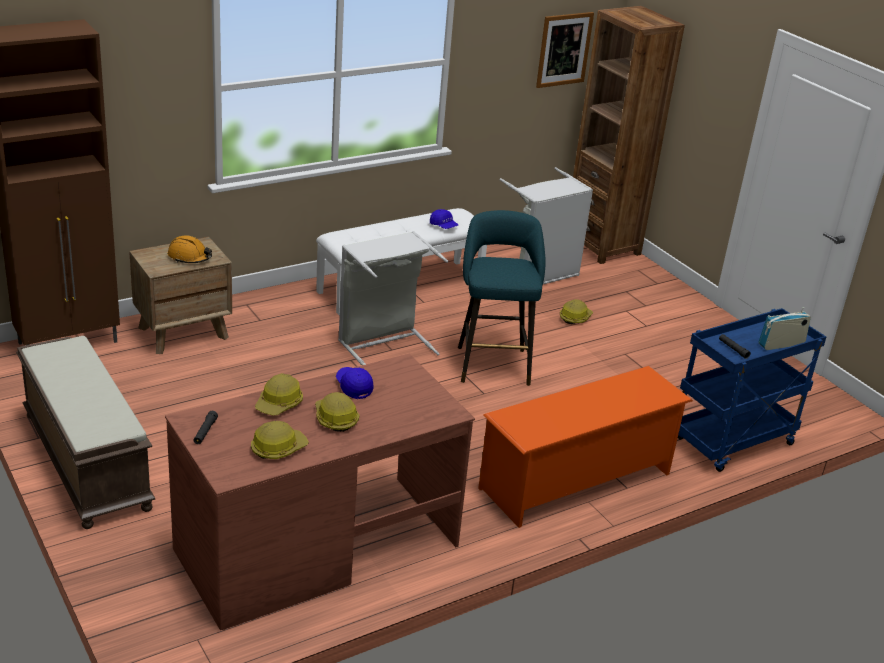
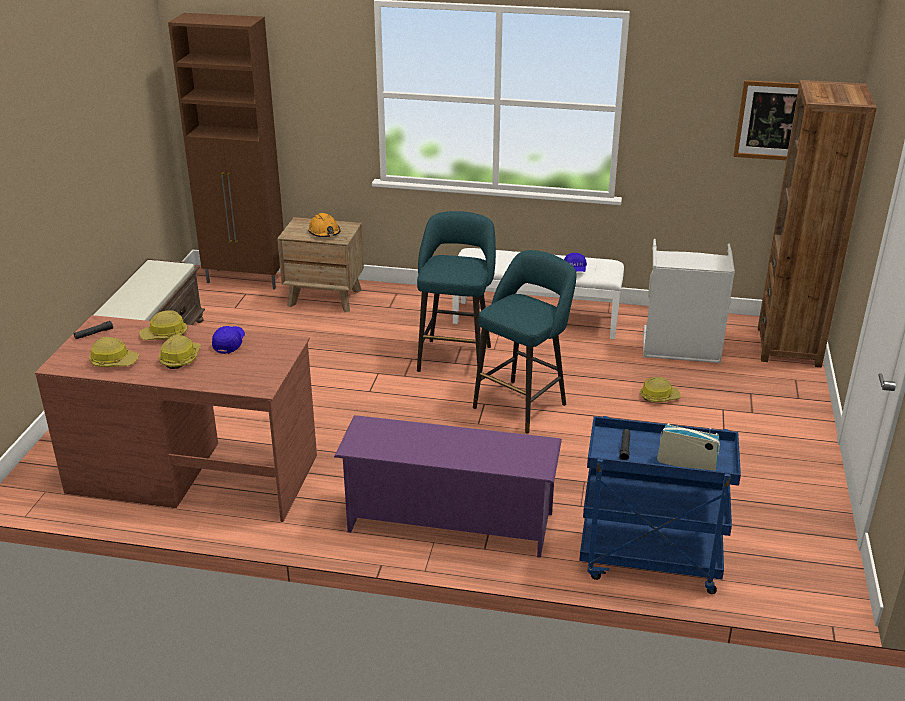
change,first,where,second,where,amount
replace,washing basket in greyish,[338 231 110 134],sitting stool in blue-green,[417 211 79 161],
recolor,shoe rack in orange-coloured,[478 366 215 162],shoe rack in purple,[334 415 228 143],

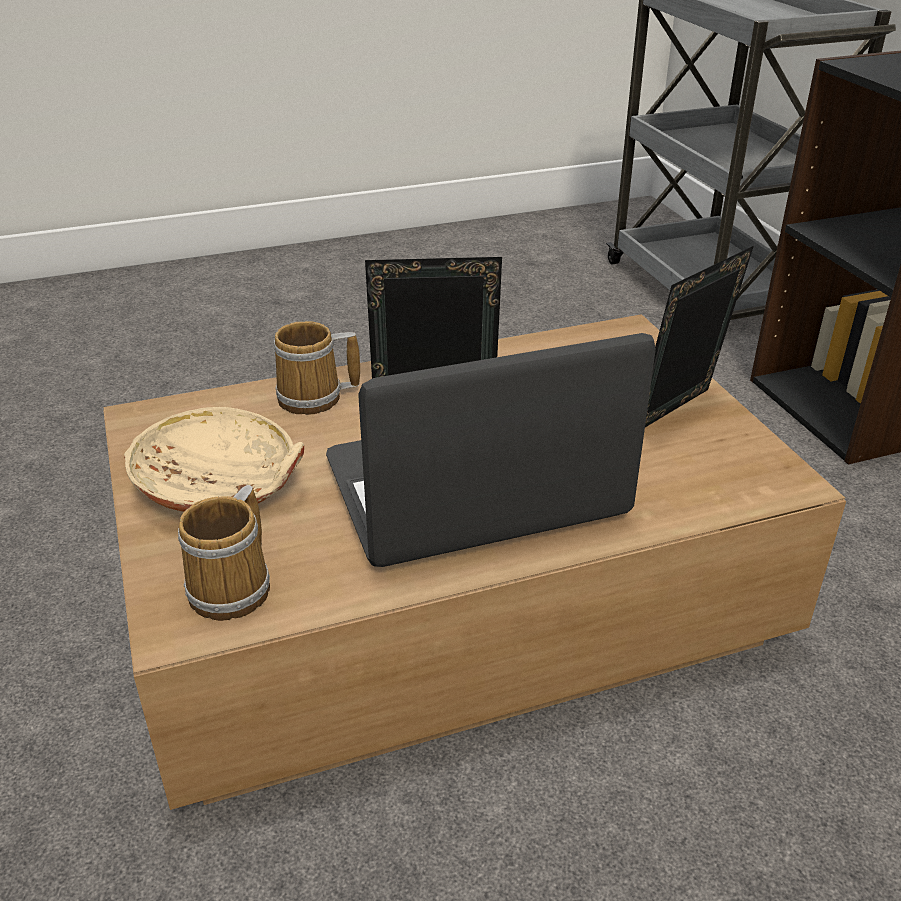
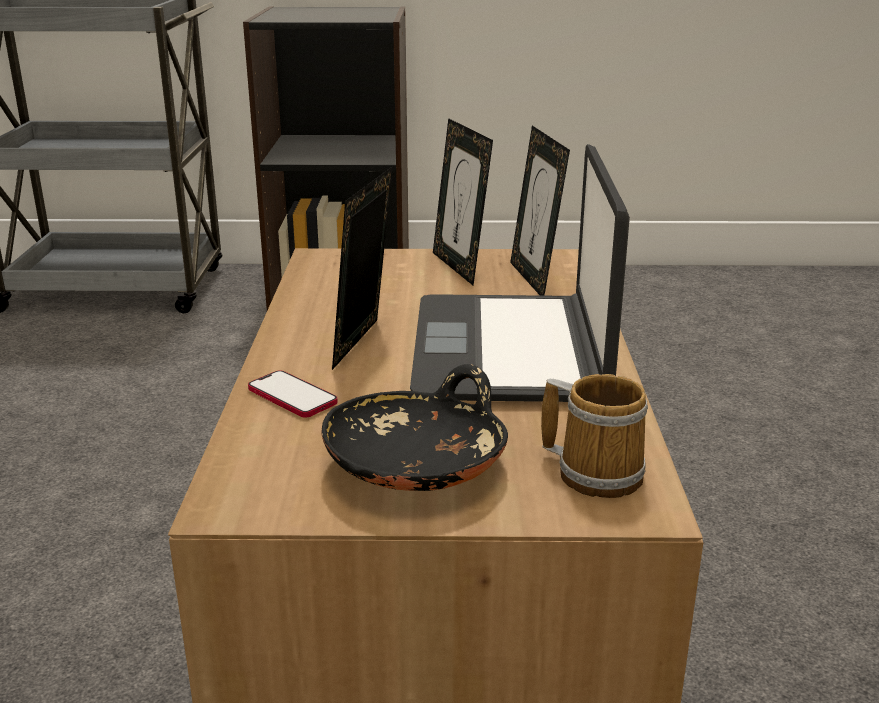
change,first,where,second,where,amount
recolor,bowl in beige,[124 407 180 105],bowl in black-coloured,[321 364 187 127],
replace,coffee mug,[274 321 86 94],phone,[248 370 90 48],
insert,,,picture frame,[510 126 60 170],

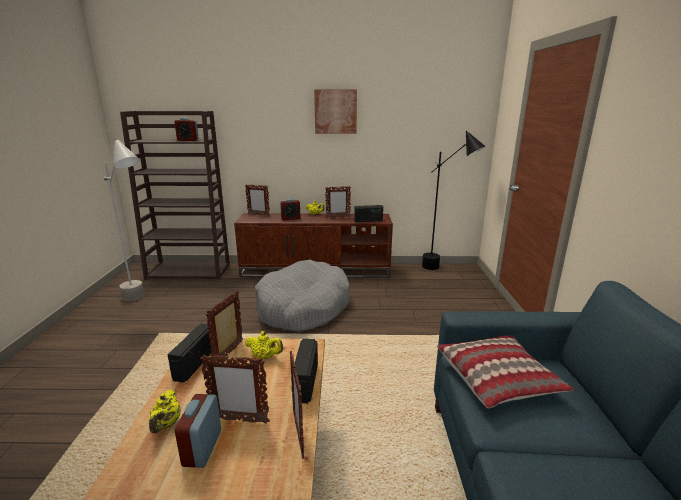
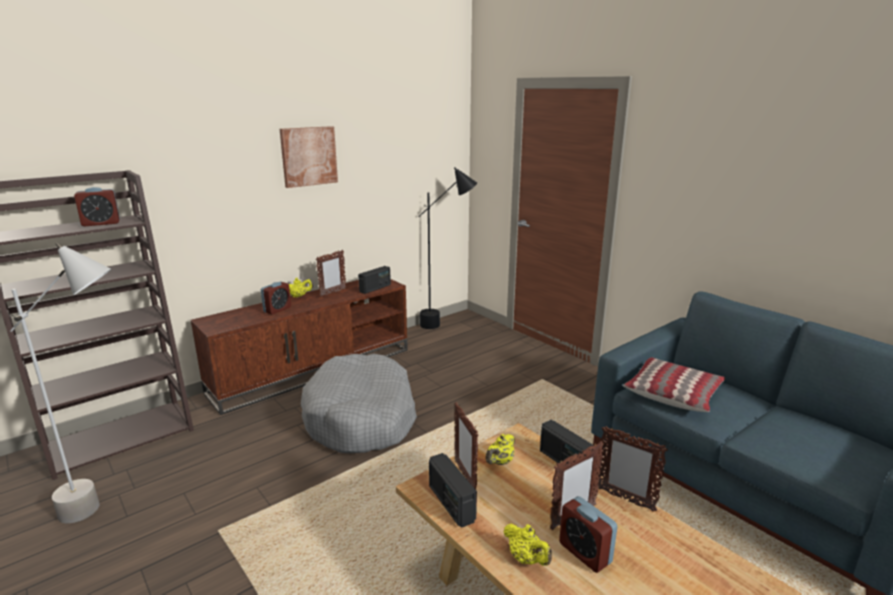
change,first,where,second,where,amount
delete,picture frame,[245 184 25 32],,,
rotate,tea pot in yellow,[245 331 38 28],,[485 434 30 31],150 degrees clockwise

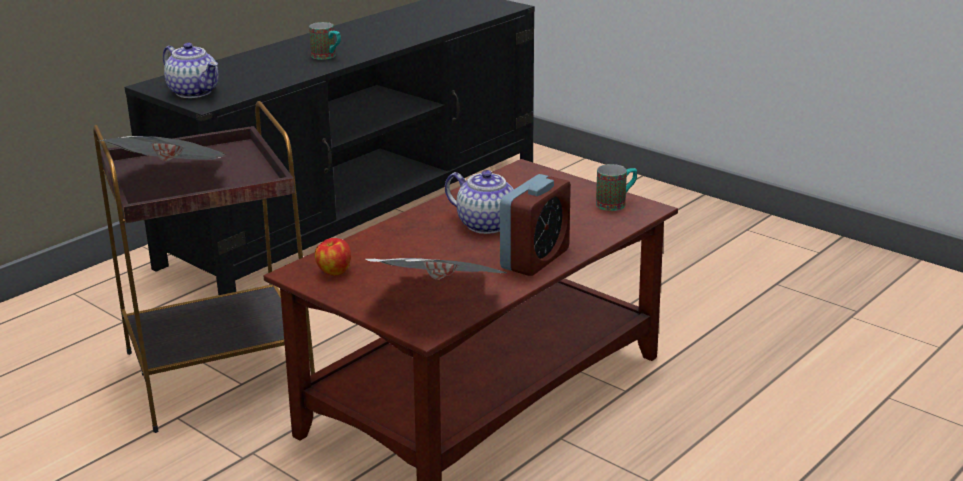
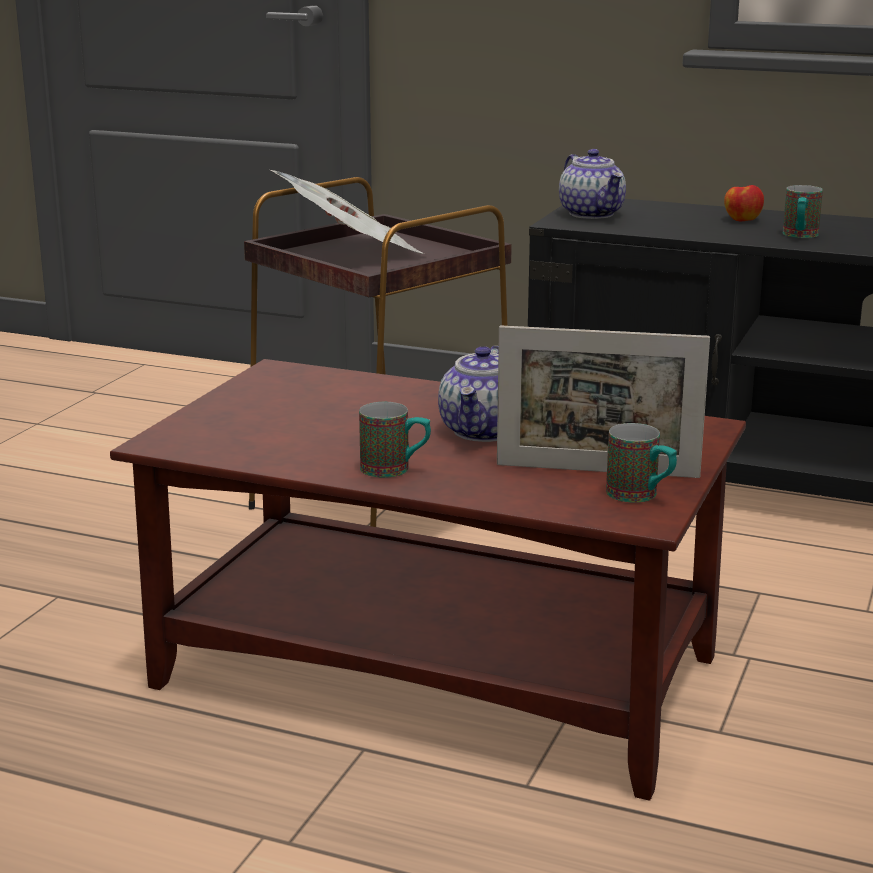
change,first,where,second,where,amount
rotate,tea pot,[163 42 56 56],,[559 149 67 70],45 degrees counterclockwise
move,apple,[315 238 36 38],,[724 185 40 36],
delete,printed paper,[365 258 142 22],,,
replace,alarm clock,[500 174 71 102],coffee mug,[359 402 72 76],
insert,,,picture frame,[497 325 213 153],

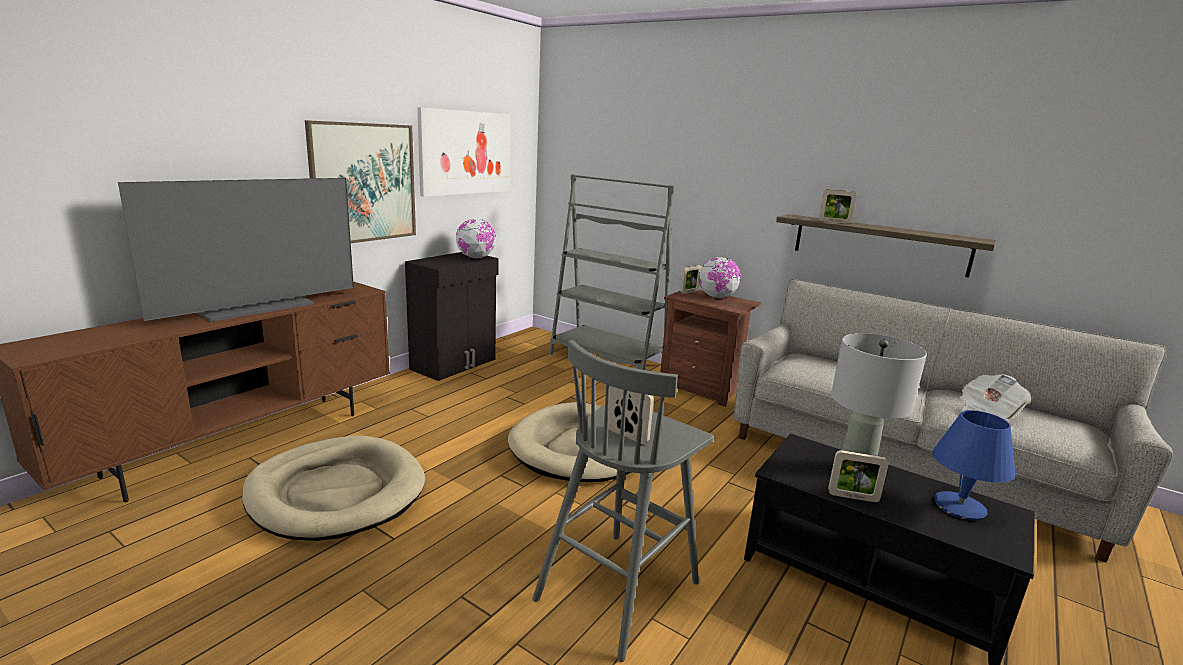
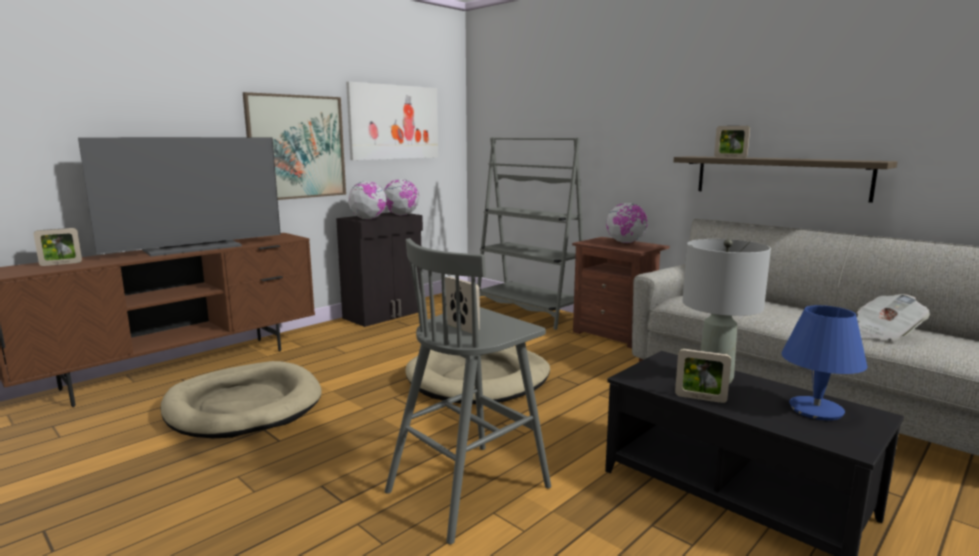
change,first,where,second,where,amount
move,picture frame,[680 265 22 29],,[34 228 48 38],
insert,,,globe,[348 181 38 38],

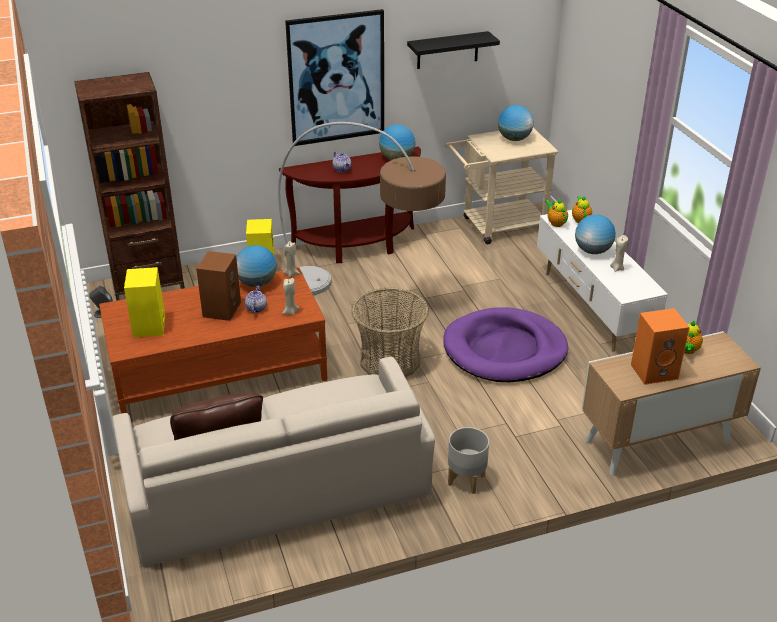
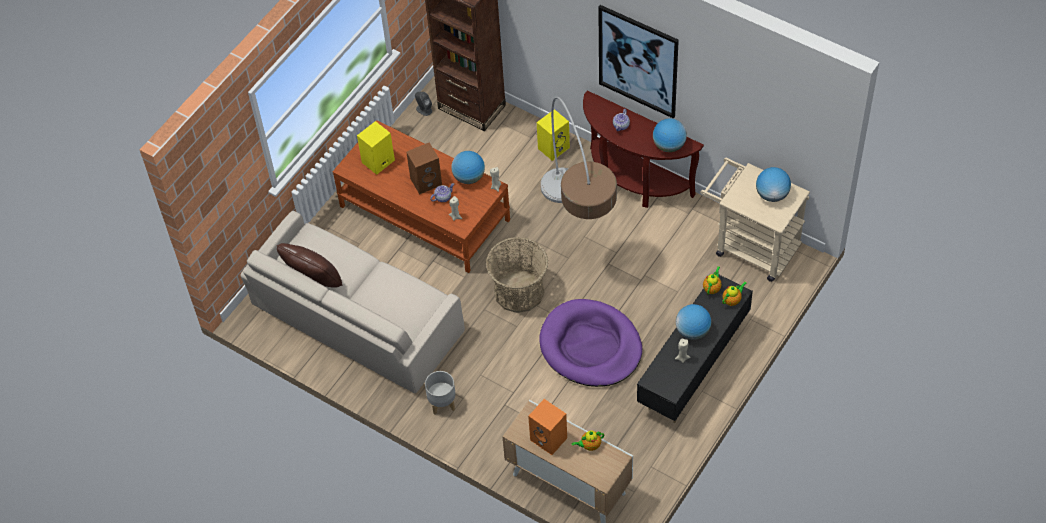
change,first,where,second,where,amount
delete,bracket shelf in black-coloured,[407 31 93 38],,,
recolor,tv unit in white,[537 210 131 142],tv unit in black-coloured,[637 275 116 148],

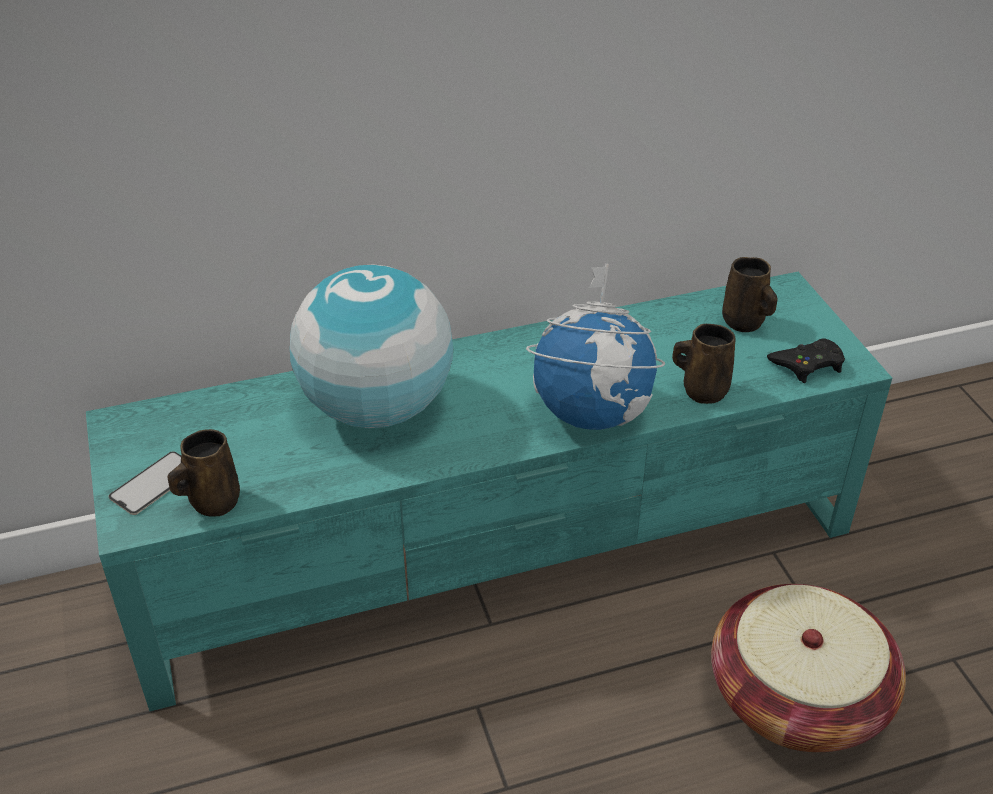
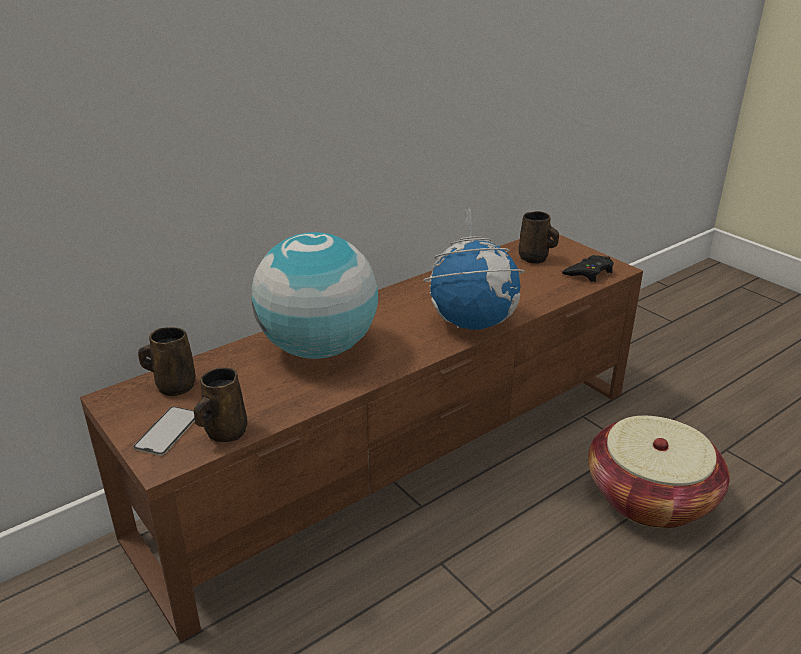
change,first,where,second,where,amount
recolor,tv unit in blue-green,[86 272 806 439],tv unit in brown,[80 234 563 408],
move,coffee mug in brown,[672 324 64 80],,[138 327 58 69],

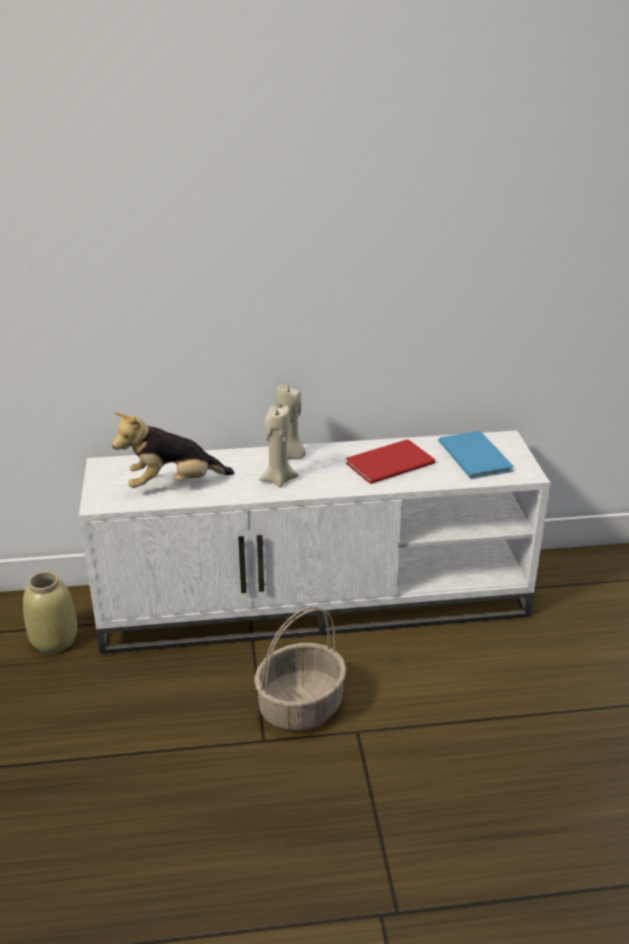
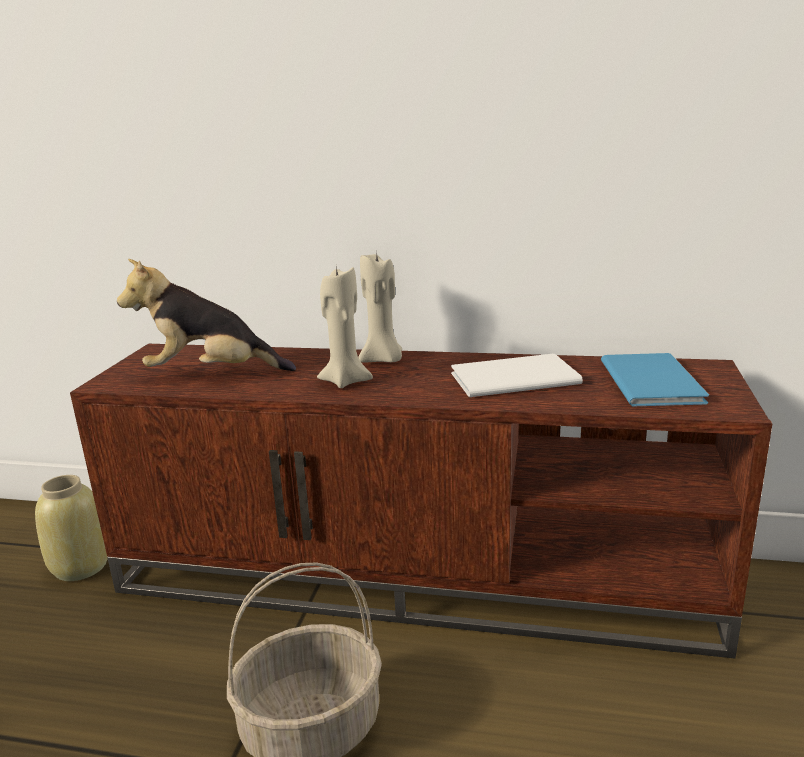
change,first,where,second,where,amount
recolor,tv unit in white,[79 431 472 223],tv unit in brown,[70 344 702 314],
recolor,volume in reddish,[346 440 89 44],volume in white,[451 354 132 43],

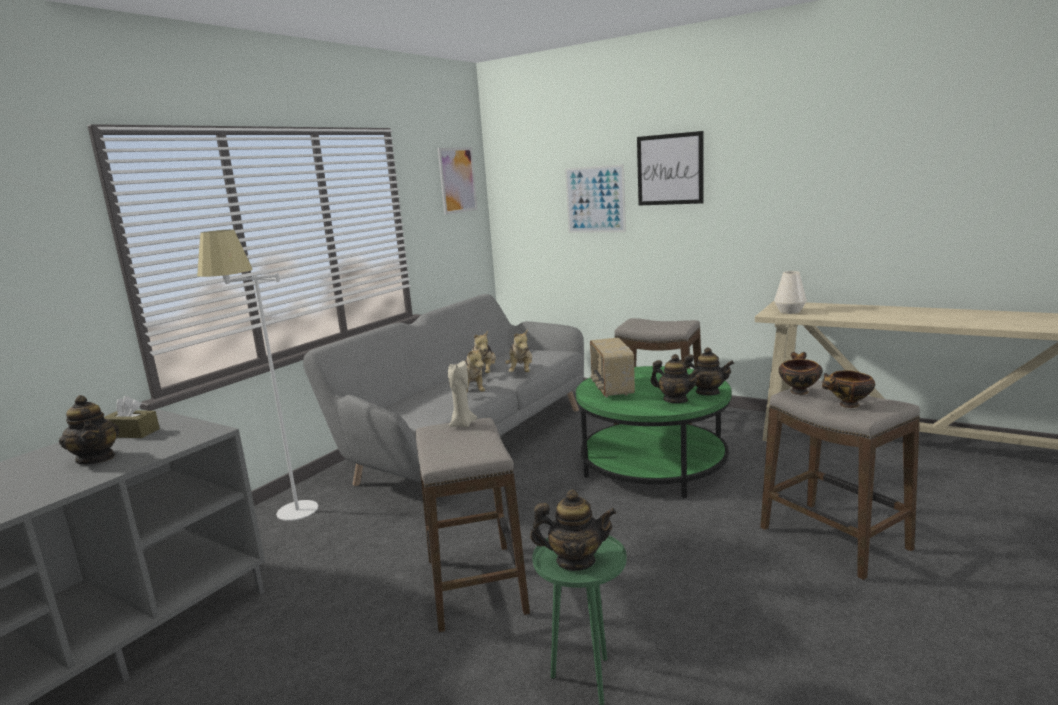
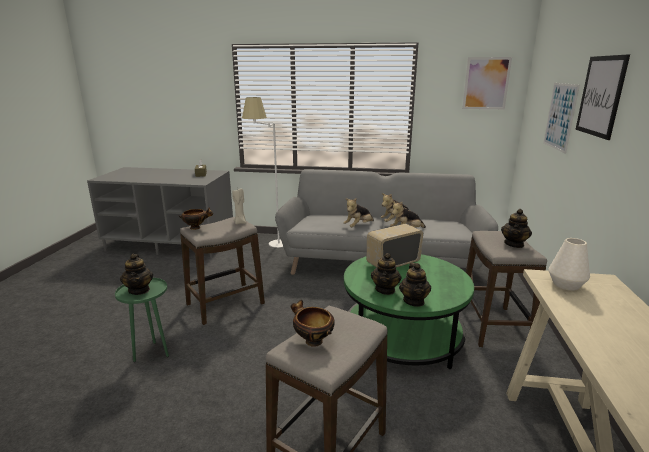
change,first,where,second,where,amount
move,tea pot,[59 395 60 70],,[501 209 31 39],
move,bowl,[779 352 44 43],,[179 207 34 23],

